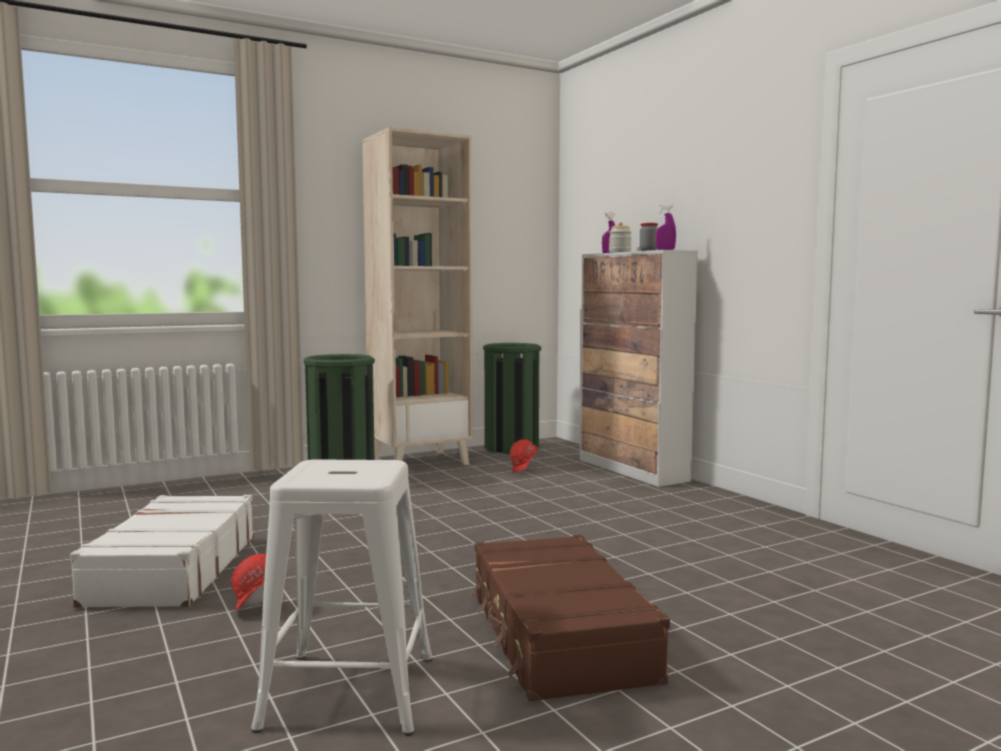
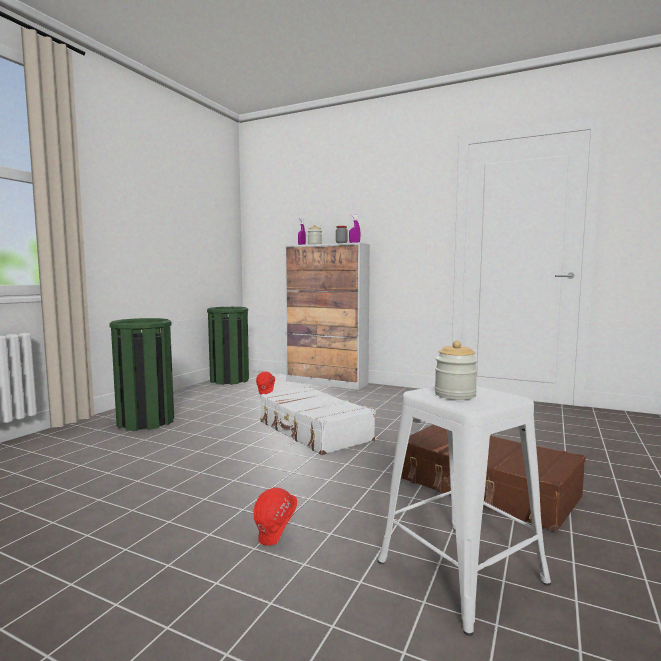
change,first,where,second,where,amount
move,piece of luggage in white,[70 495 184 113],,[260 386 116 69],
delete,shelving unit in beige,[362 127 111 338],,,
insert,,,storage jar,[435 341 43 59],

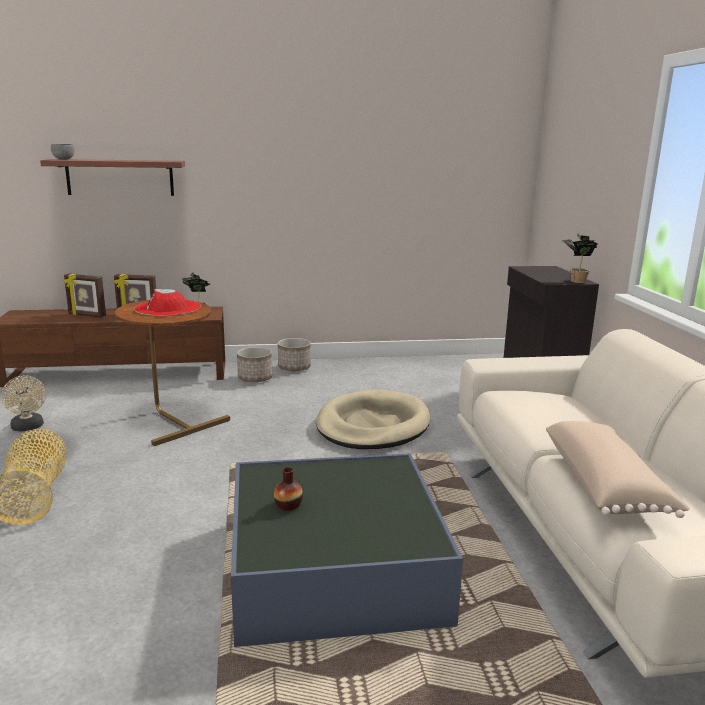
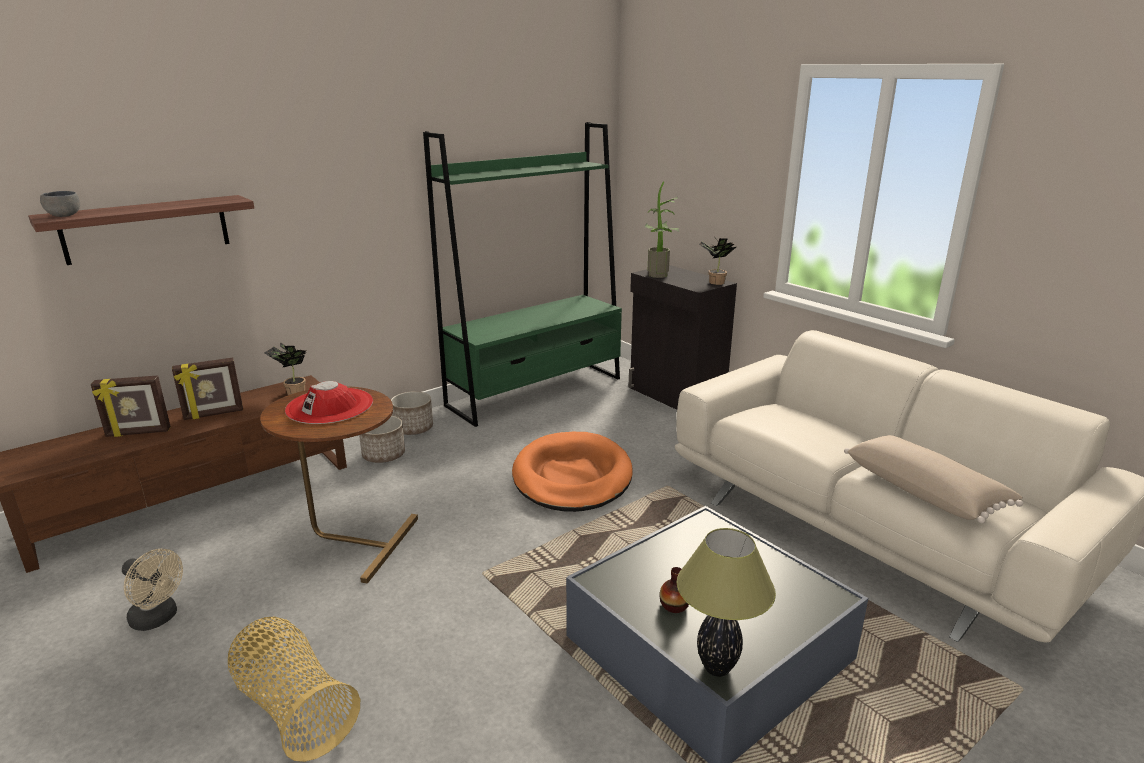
change,first,where,second,where,amount
recolor,dog cushion in beige,[316 390 114 59],dog cushion in orange-coloured,[512 432 121 80],
insert,,,shelving unit in green-coloured,[423 122 199 305],
insert,,,potted plant,[645 182 35 96],
insert,,,lamp for a table,[677 528 99 149],

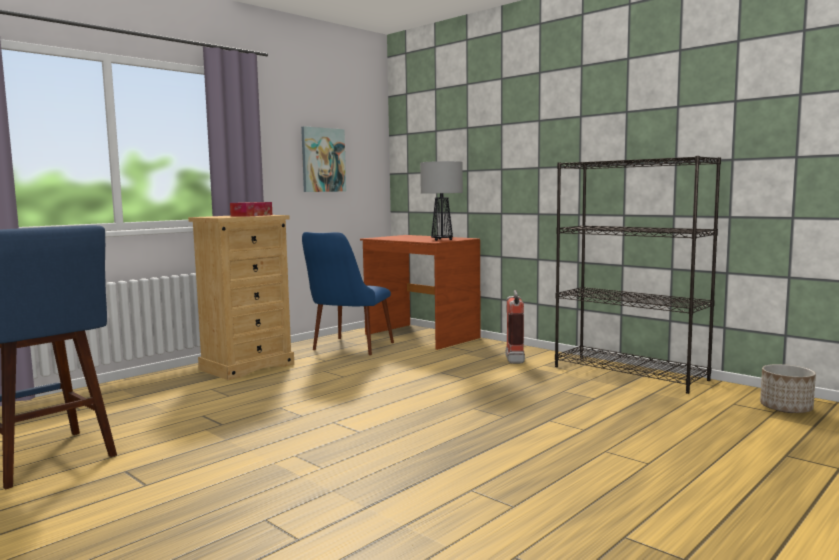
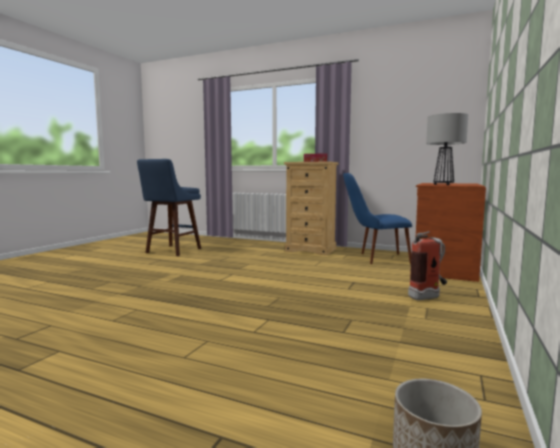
change,first,where,second,where,amount
delete,picture,[301 126 45 66],,,
delete,shelving unit in black-coloured,[555 156 166 238],,,

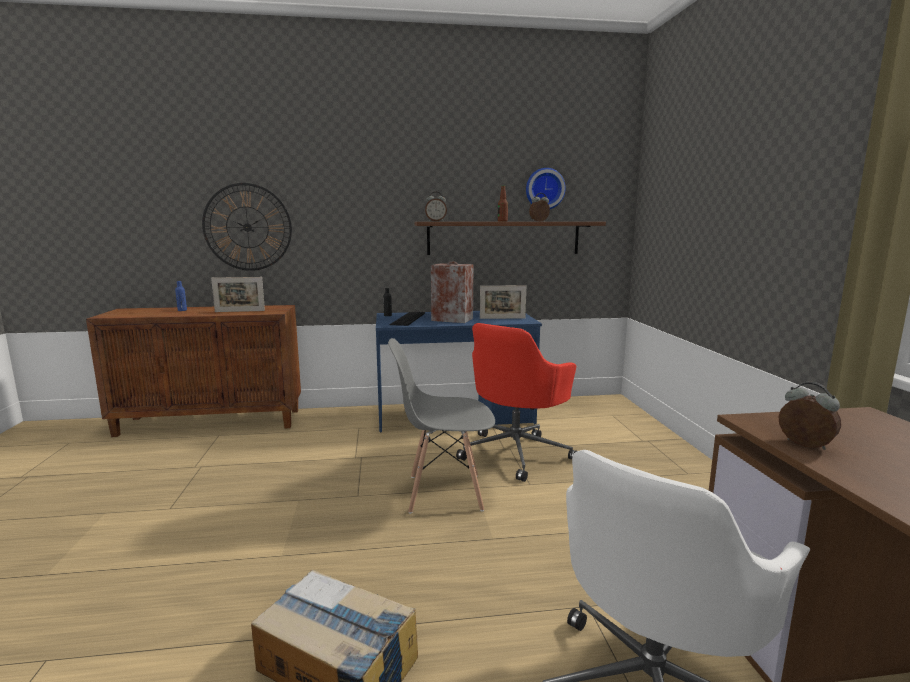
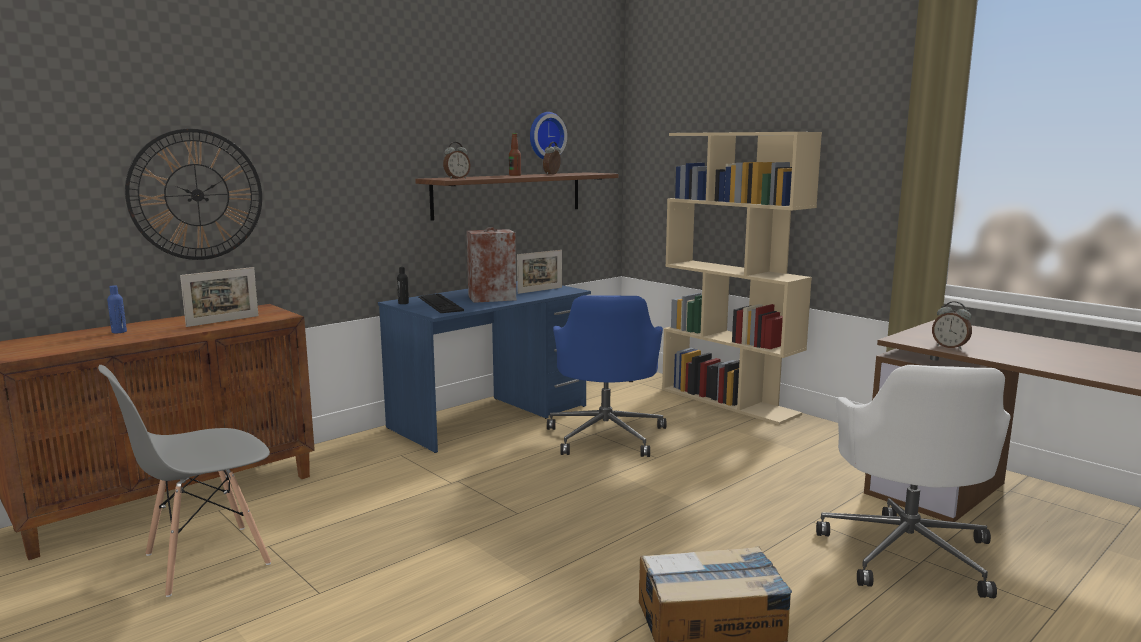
change,first,where,second,where,amount
move,plain chair in greyish,[388 338 107 176],,[98 365 173 232],
recolor,computer chair in reddish,[456 323 121 159],computer chair in bluish,[547 295 119 162],
rotate,alarm clock,[778 382 63 68],,[932 301 40 49],150 degrees counterclockwise
insert,,,shelving unit in beige,[662 132 160 293],

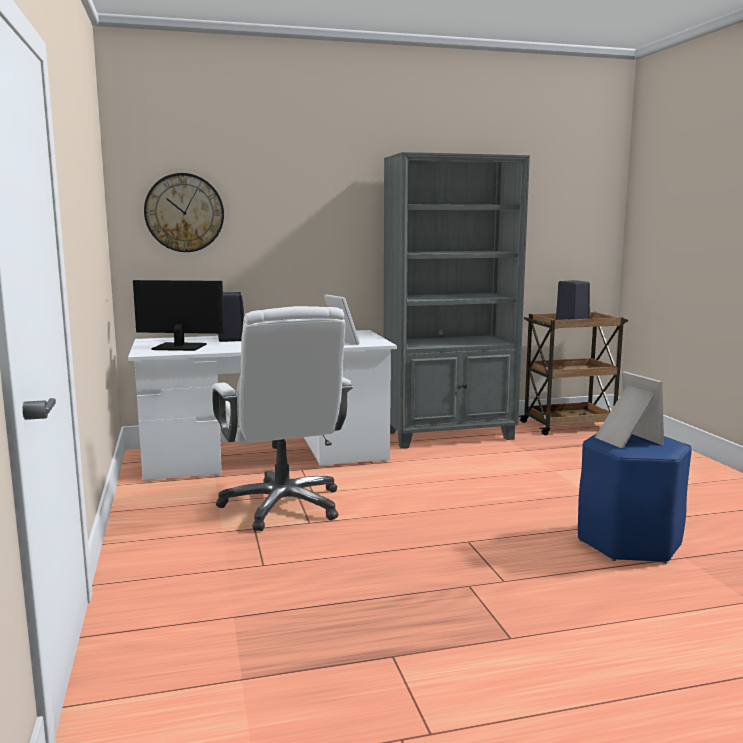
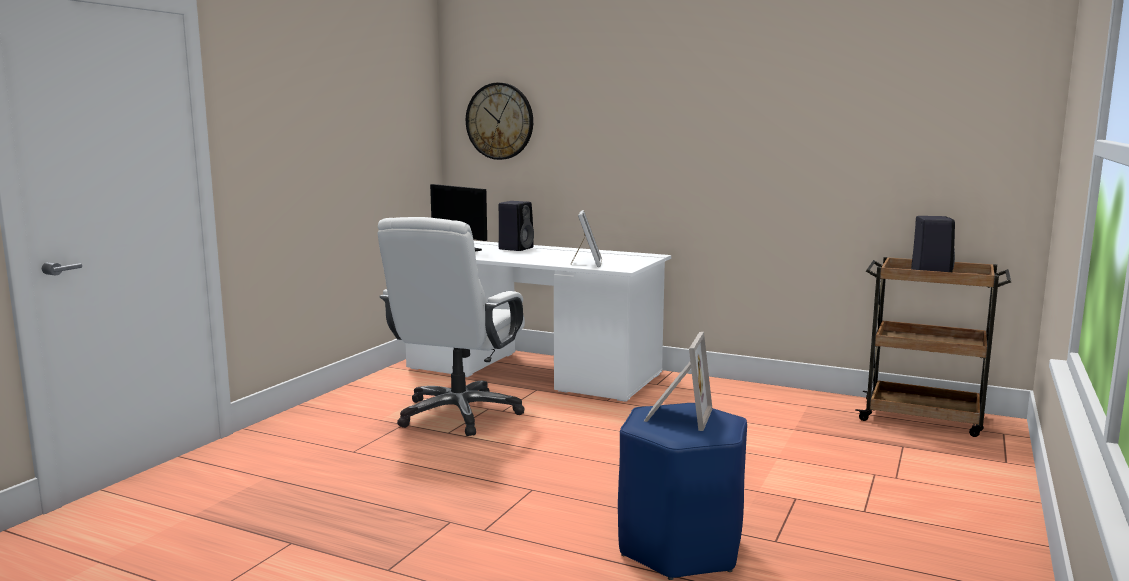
change,first,where,second,where,amount
delete,shelving unit in greyish,[384 152 146 297],,,

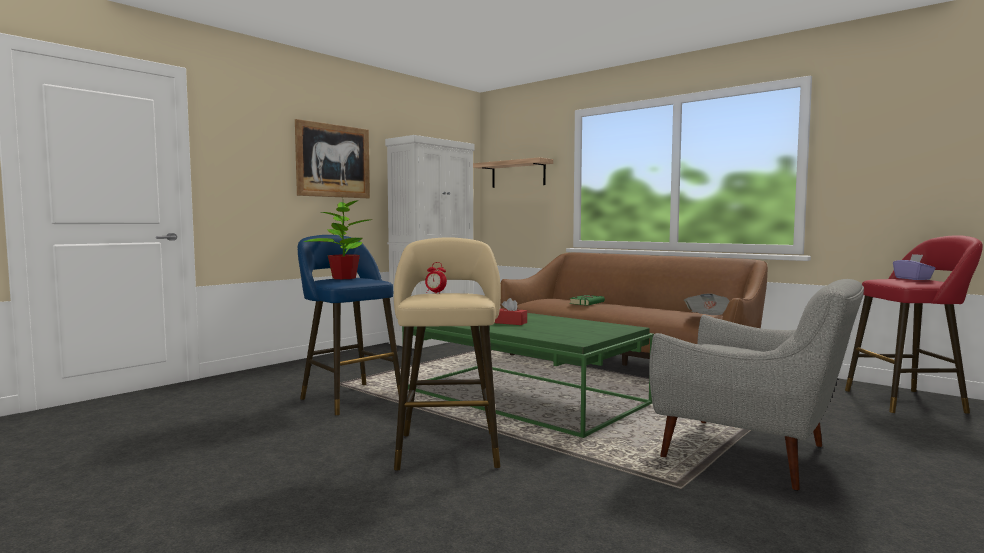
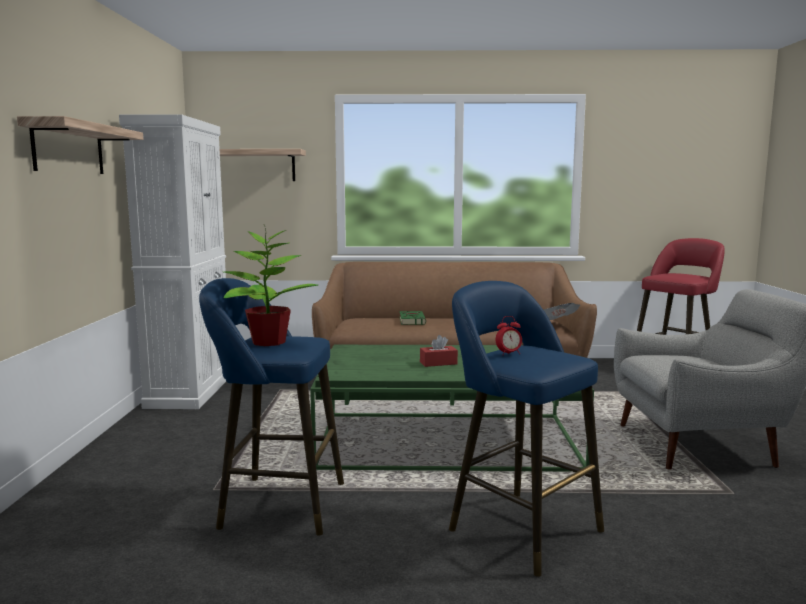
change,first,where,second,where,amount
replace,picture,[295 119 75 79],bracket shelf,[17 116 126 58],
recolor,sitting stool in beige,[394 237 107 233],sitting stool in bluish,[449 281 155 296],
delete,box of tissues in purple,[893 254 43 26],,,

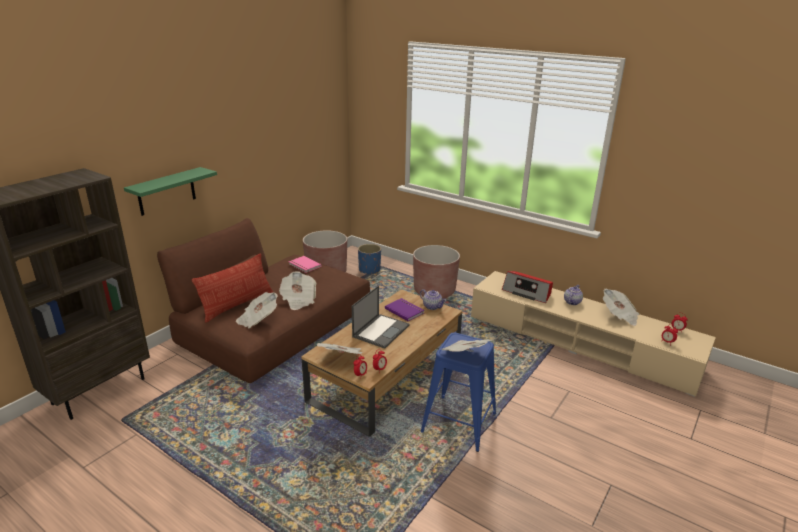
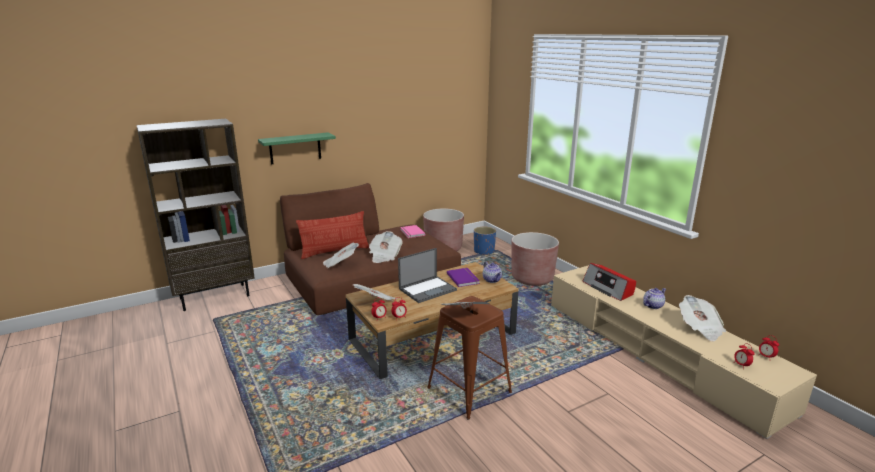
change,first,where,second,where,amount
recolor,sitting stool in bluish,[421 333 75 119],sitting stool in brown,[427 296 85 123],

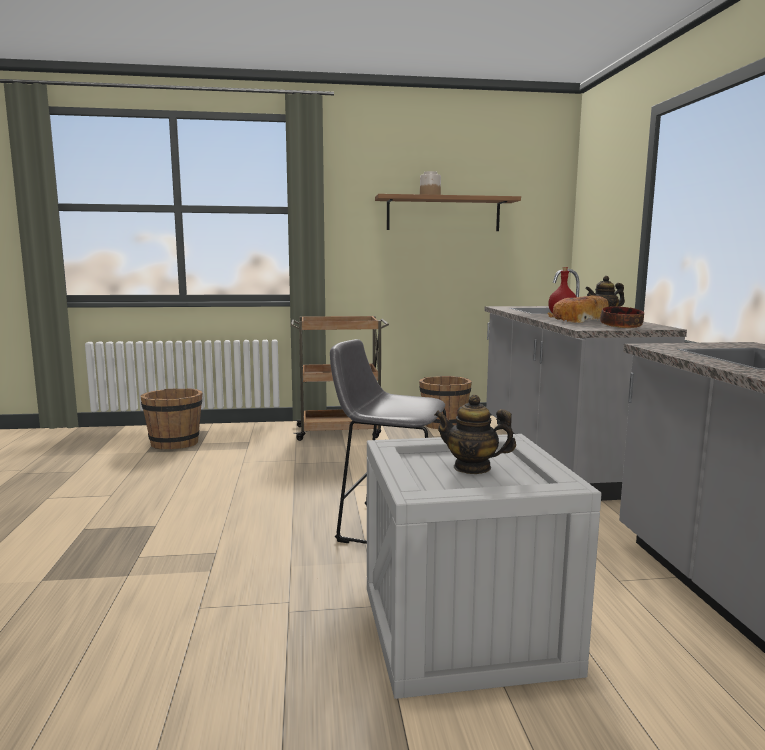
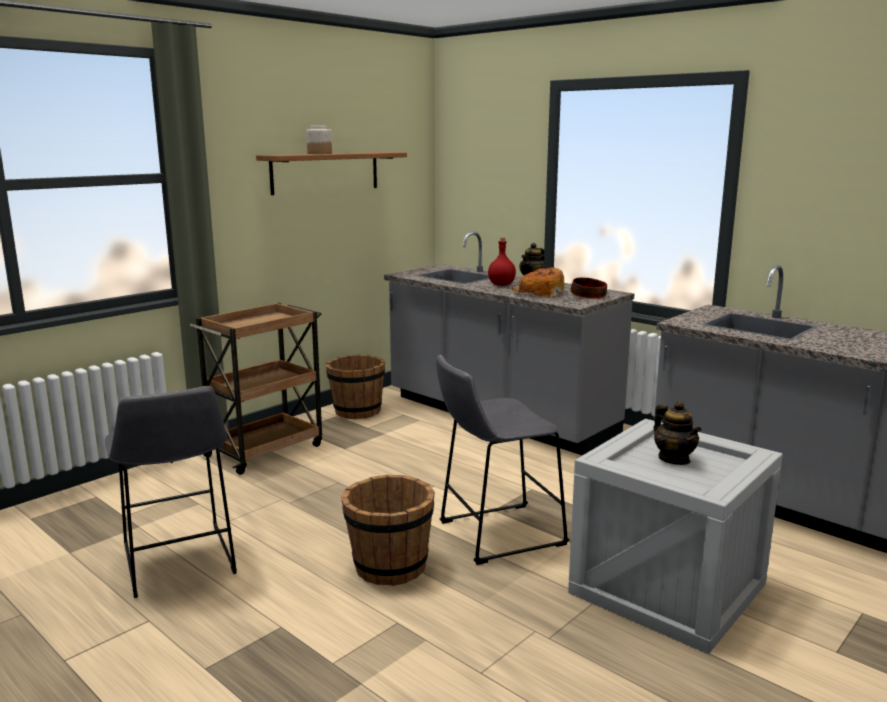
change,first,where,second,where,amount
move,bucket in brown,[141 388 61 61],,[341 475 94 111],
rotate,tea pot,[434 395 82 79],,[654 401 48 64],90 degrees counterclockwise
insert,,,sitting stool in greyish,[105 386 132 212],

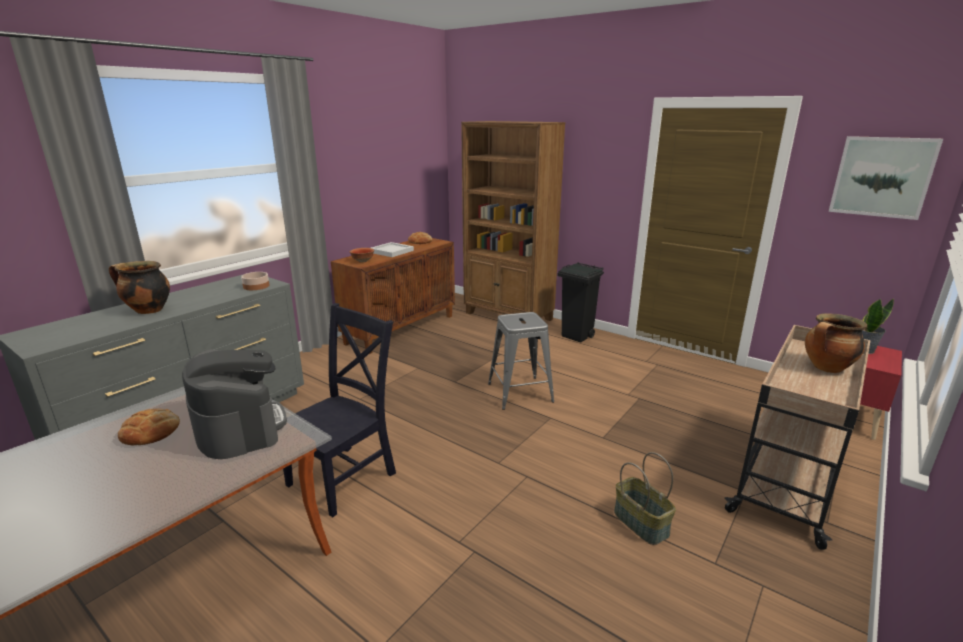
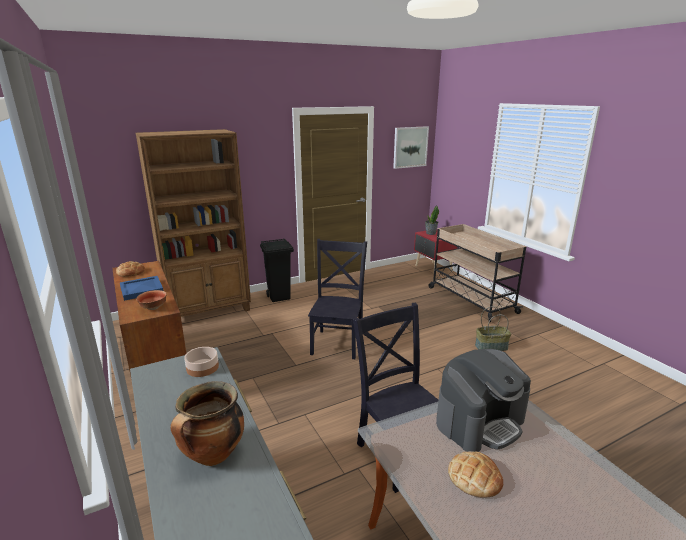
change,first,where,second,where,amount
rotate,coffee machine,[182 349 105 110],,[436 349 95 103],150 degrees clockwise
recolor,serving tray in white,[371 242 43 15],serving tray in bluish,[120 276 44 25],
replace,sitting stool in greyish,[488 312 66 98],plain chair in black-coloured,[308 239 59 120],
delete,cooking pot,[805 313 62 60],,,

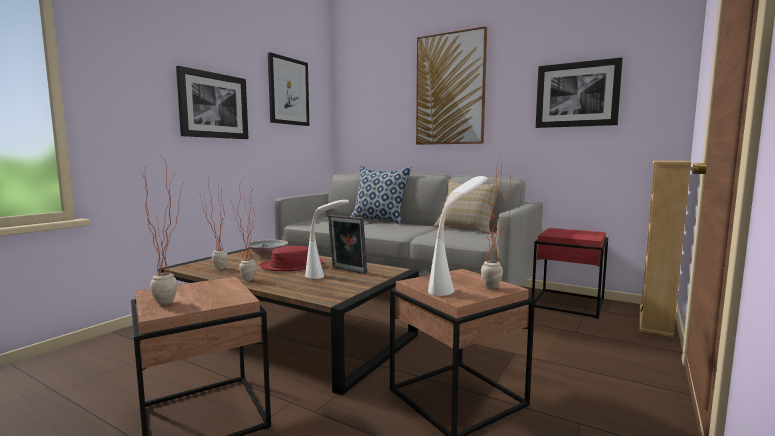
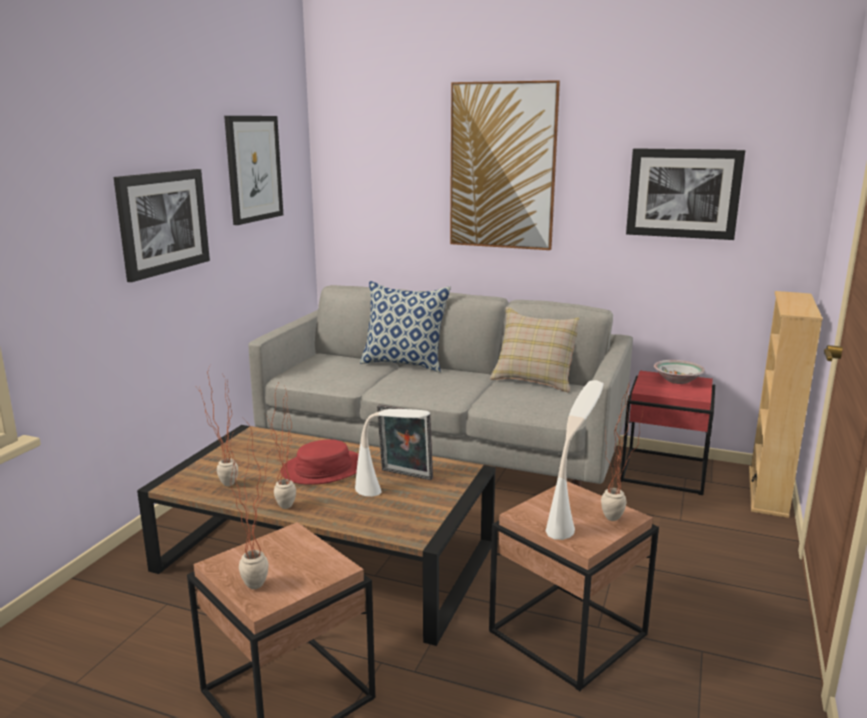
change,first,where,second,where,amount
move,bowl,[247 240 41 17],,[654 360 51 24],

